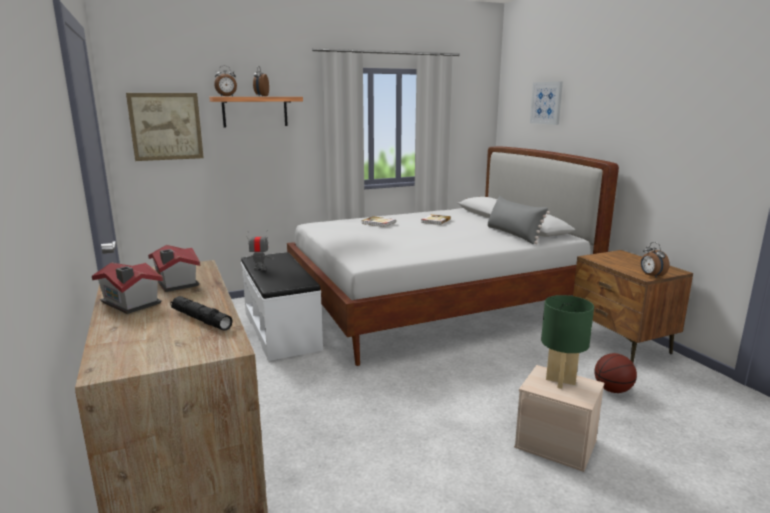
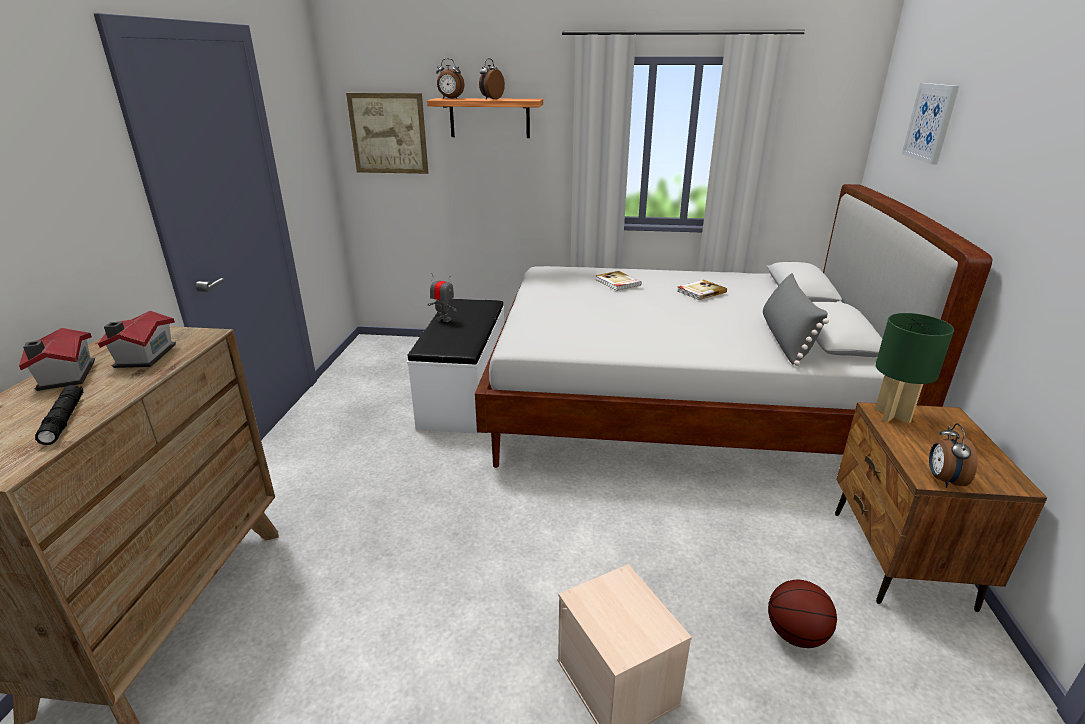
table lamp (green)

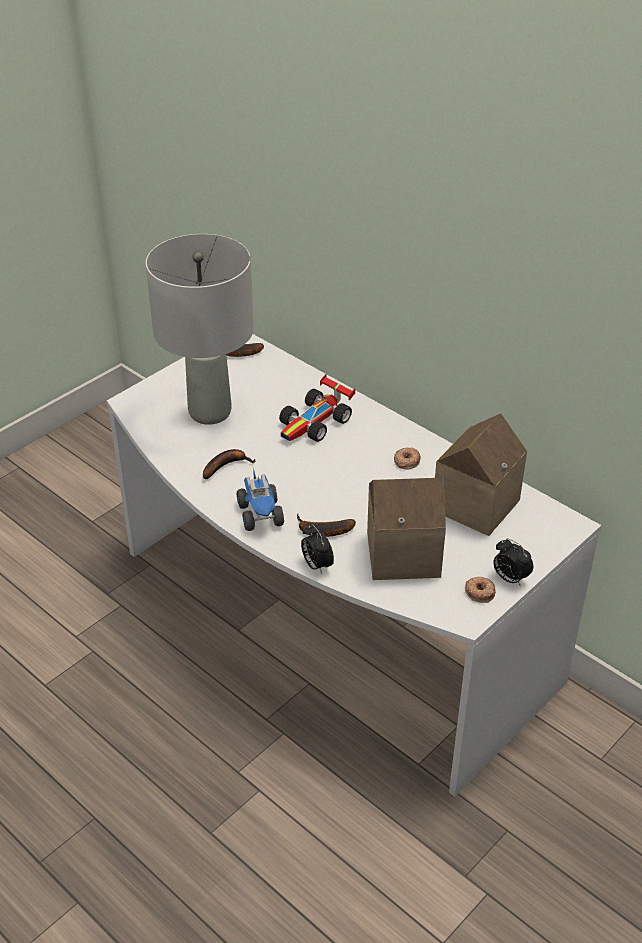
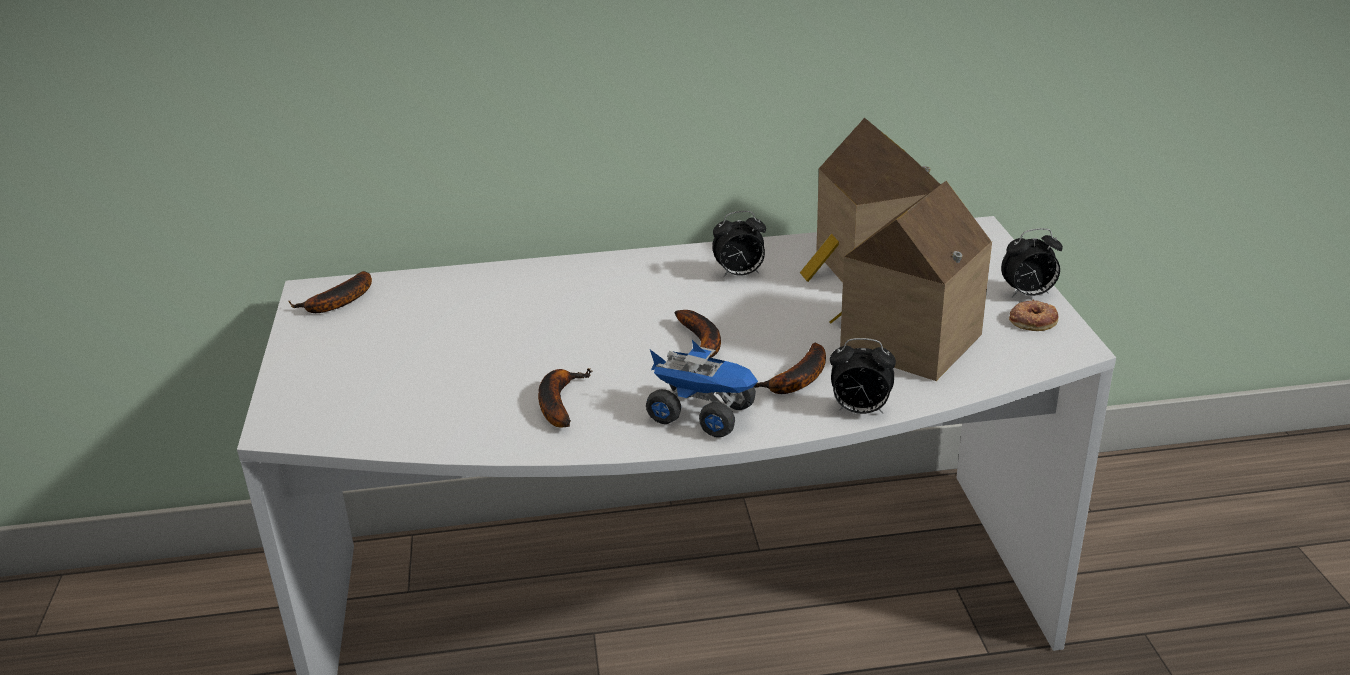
table lamp (grey); toy car; alarm clock (no. 1 from left); banana (no. 3 from left)

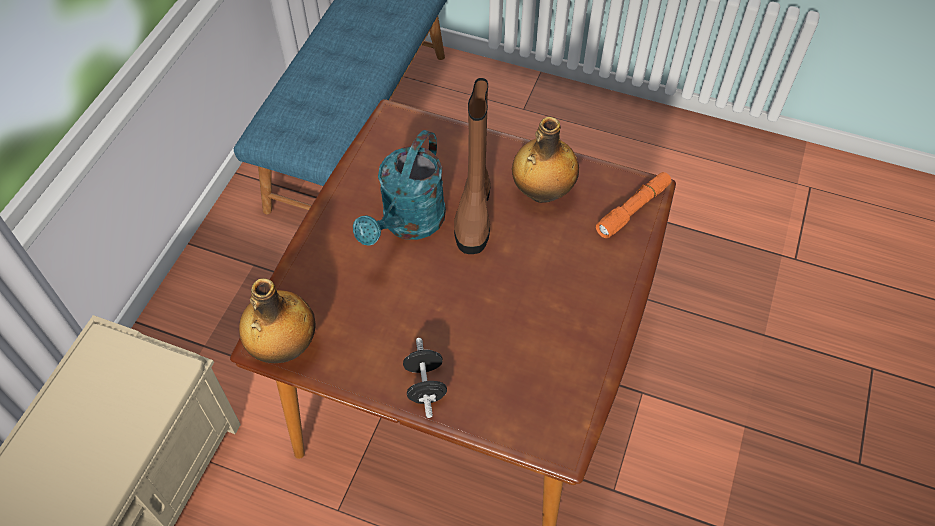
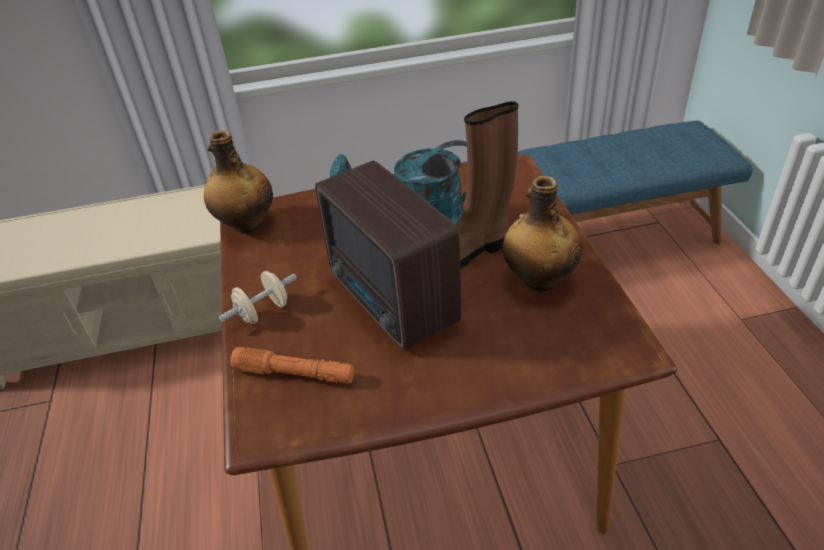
flashlight (orange); dumbbell (beige); radio

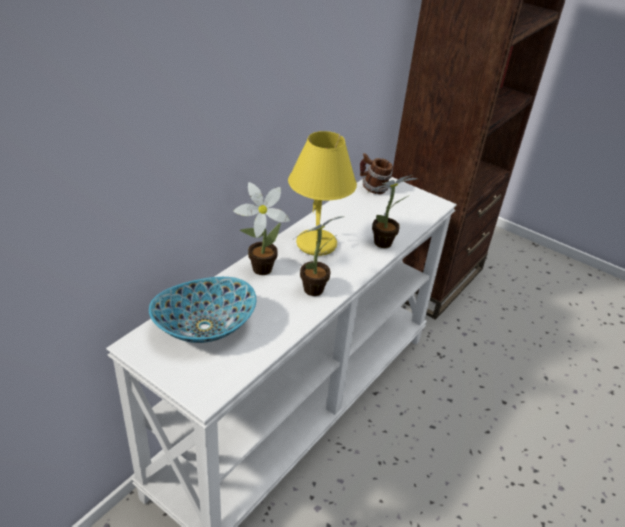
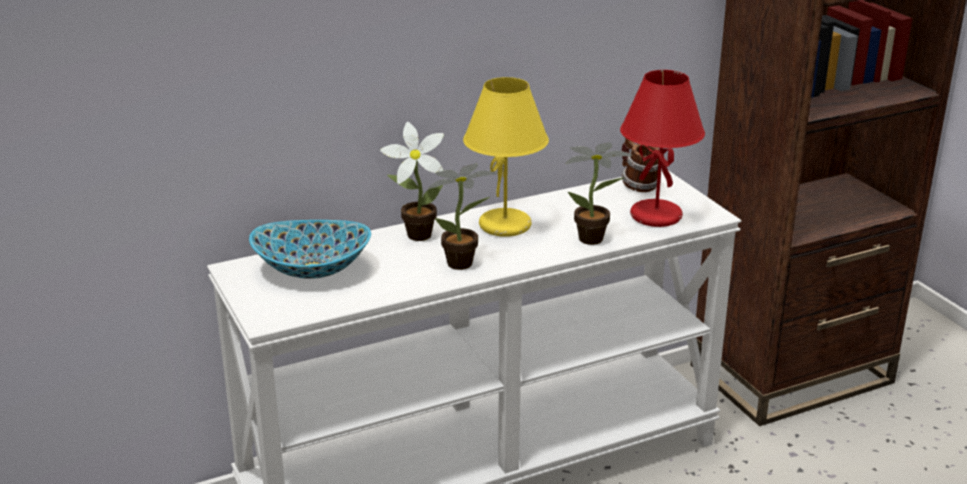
table lamp (red)

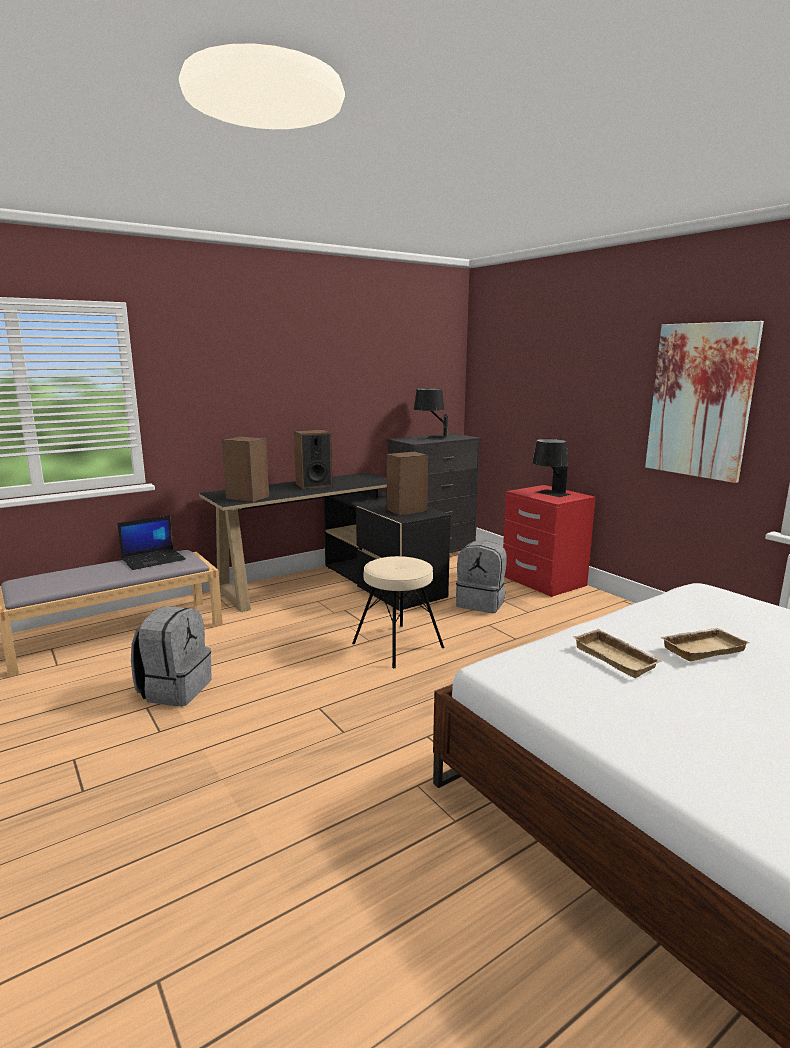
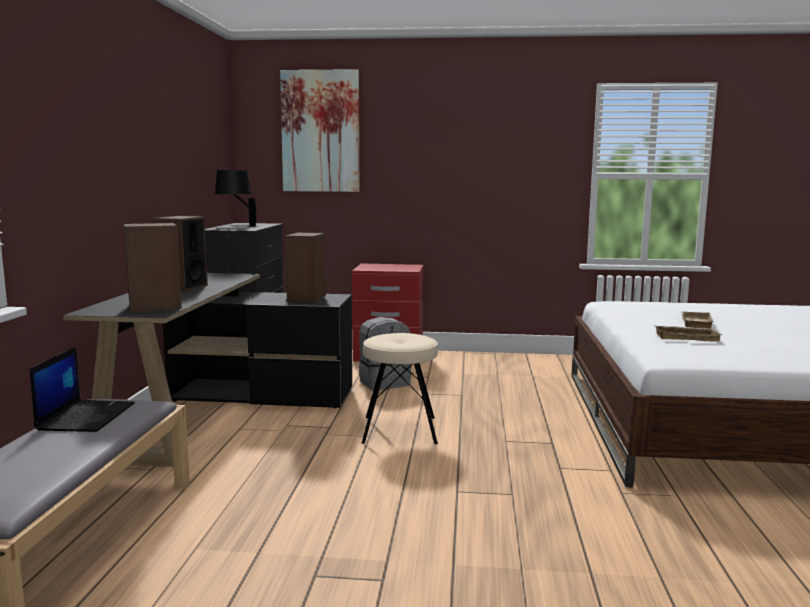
picture; table lamp (black) (no. 2 from left in the first image); backpack (grey) (no. 1 from left in the first image)

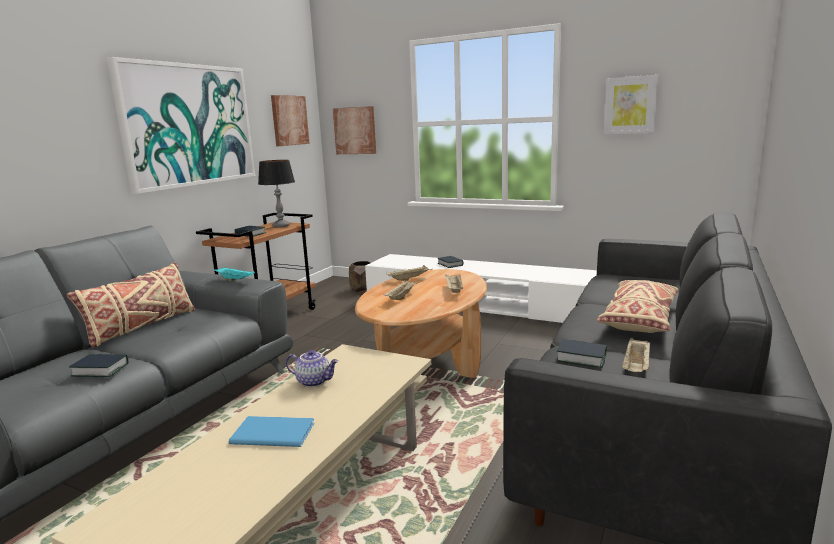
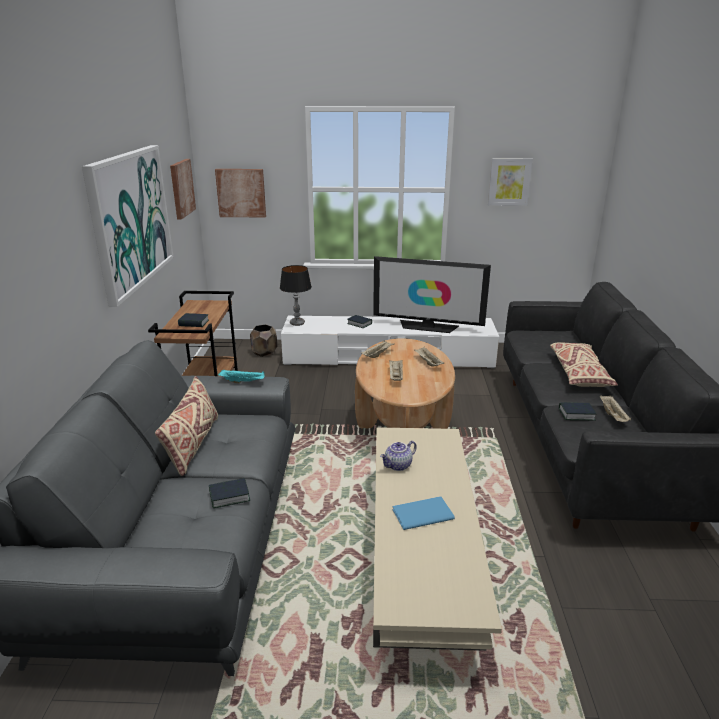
table lamp; teapot; television

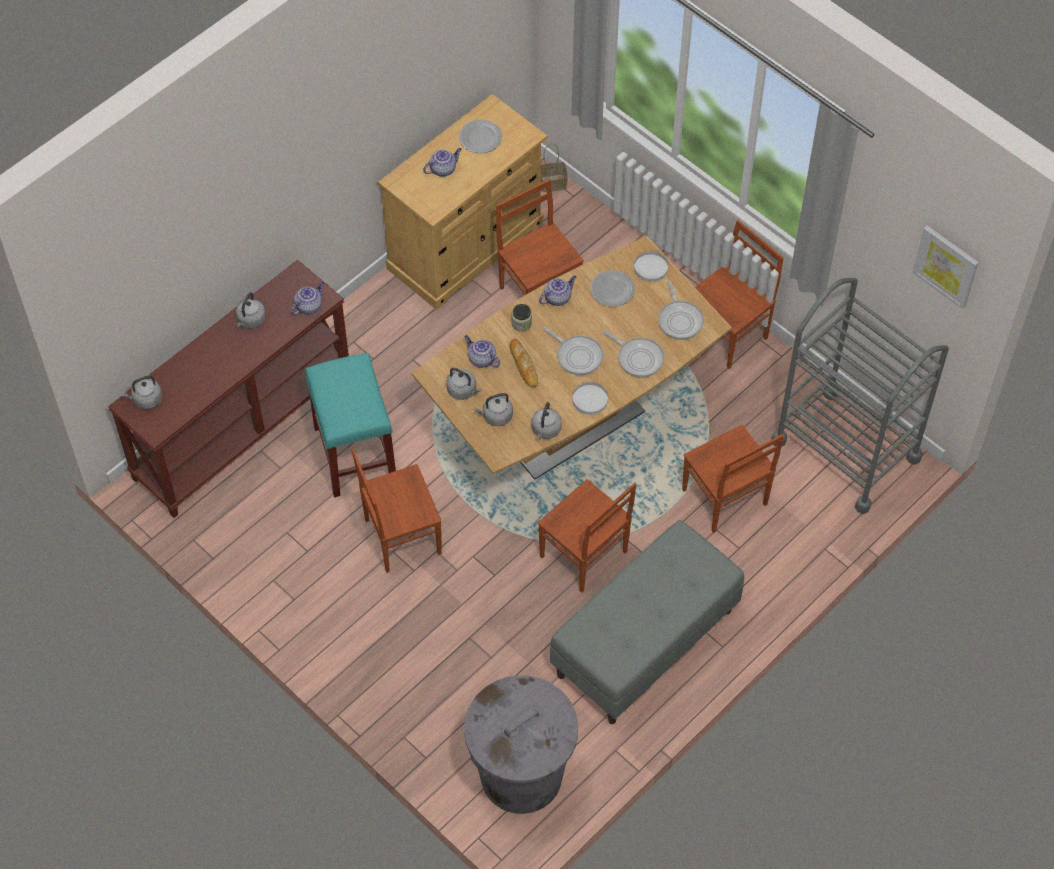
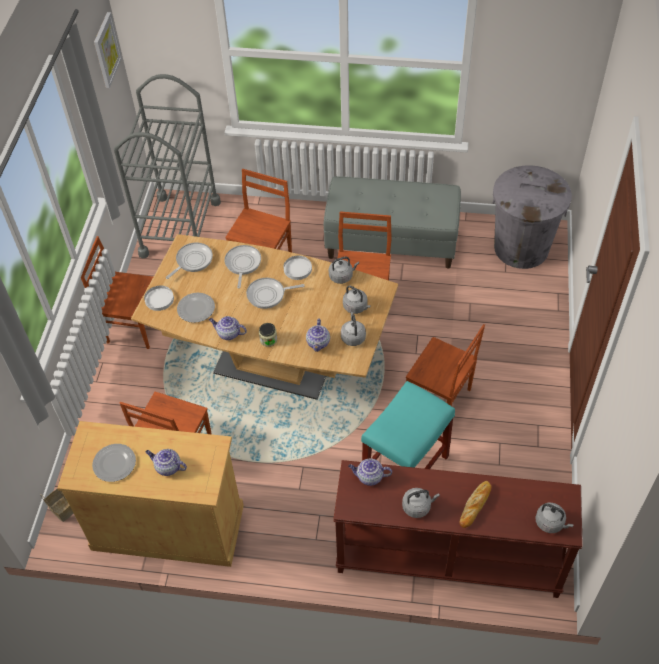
frying pan (no. 3 from left); bread

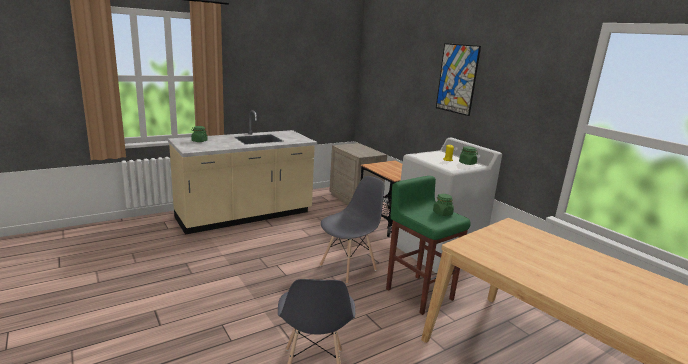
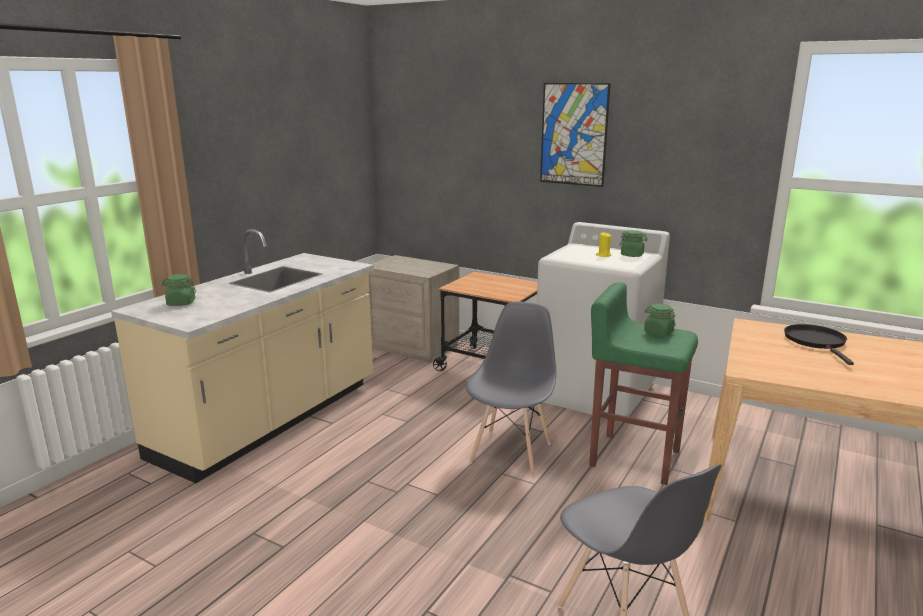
frying pan (black)

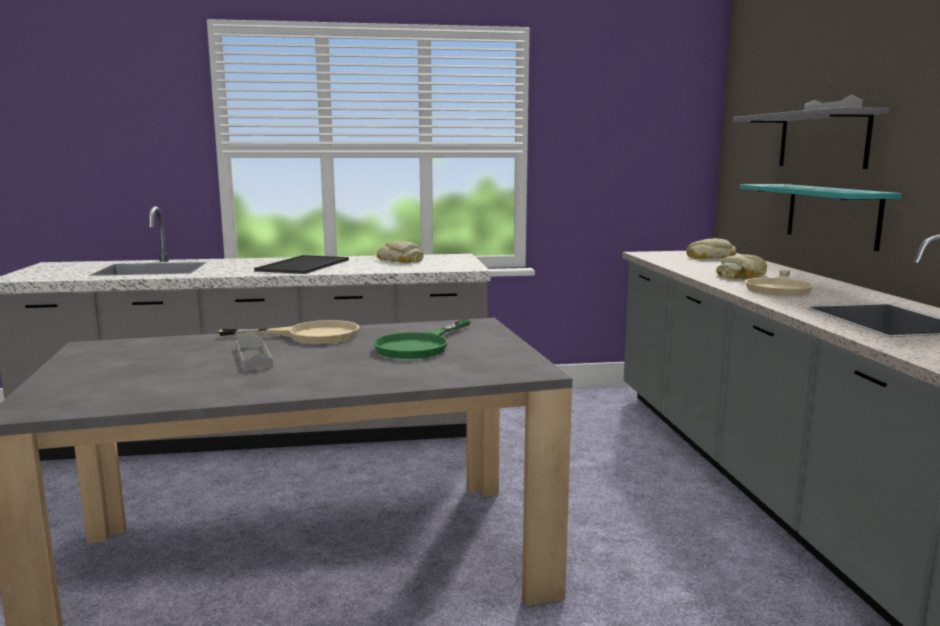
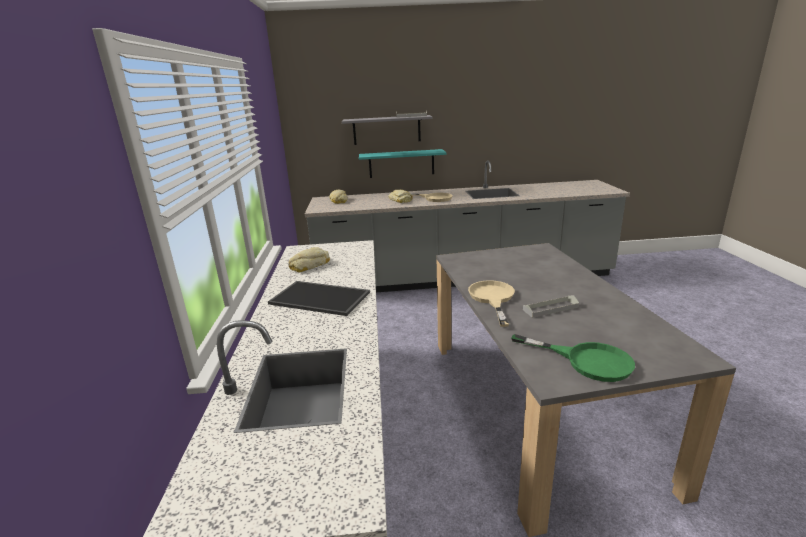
frying pan (green)

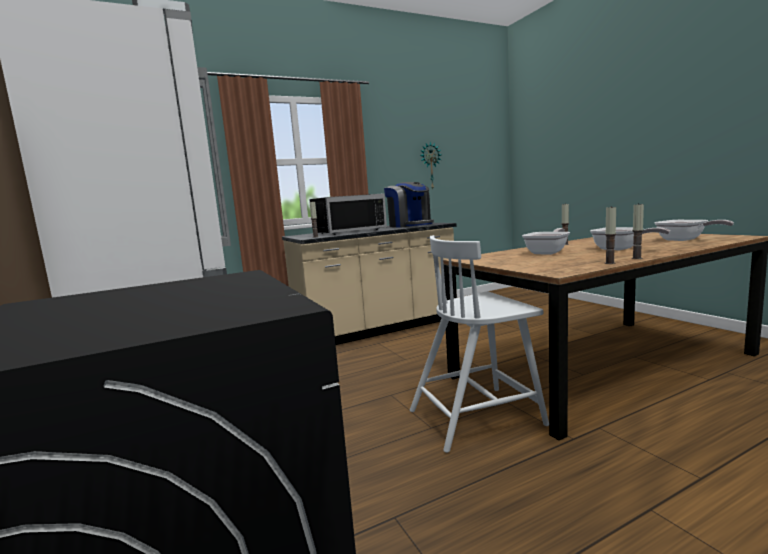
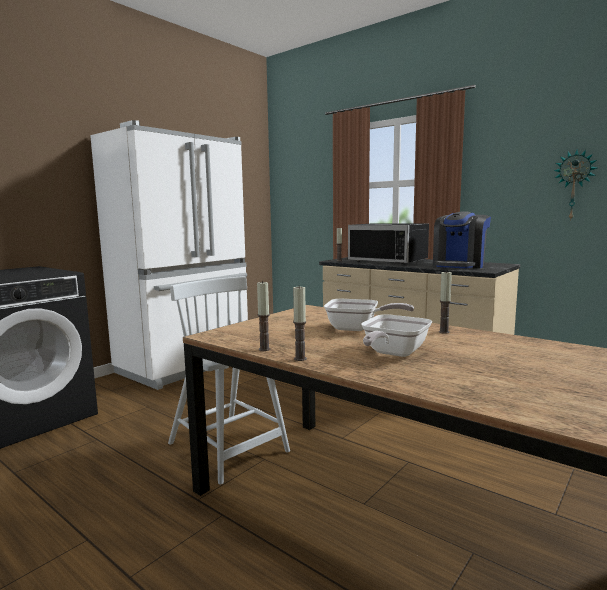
frying pan (no. 3 from left in the first image)

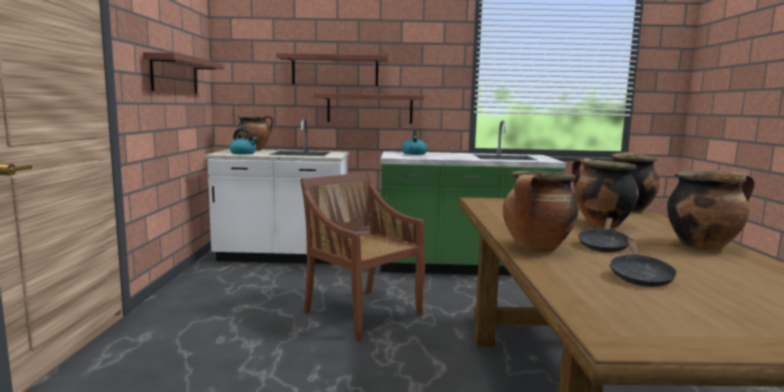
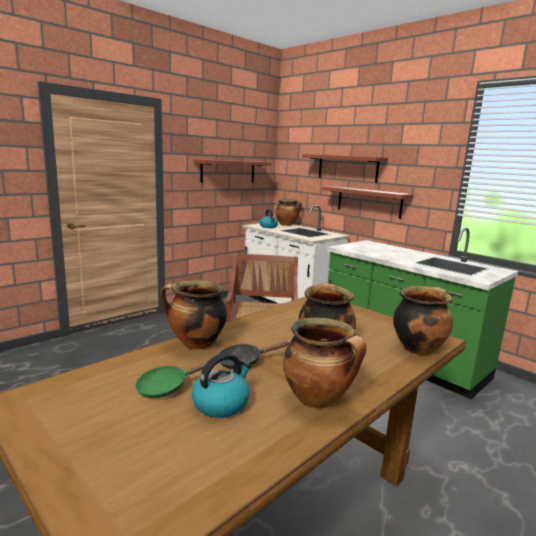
kettle (no. 1 from left); frying pan (green)

